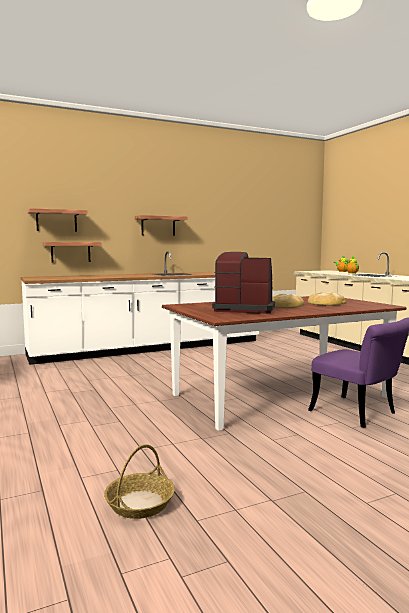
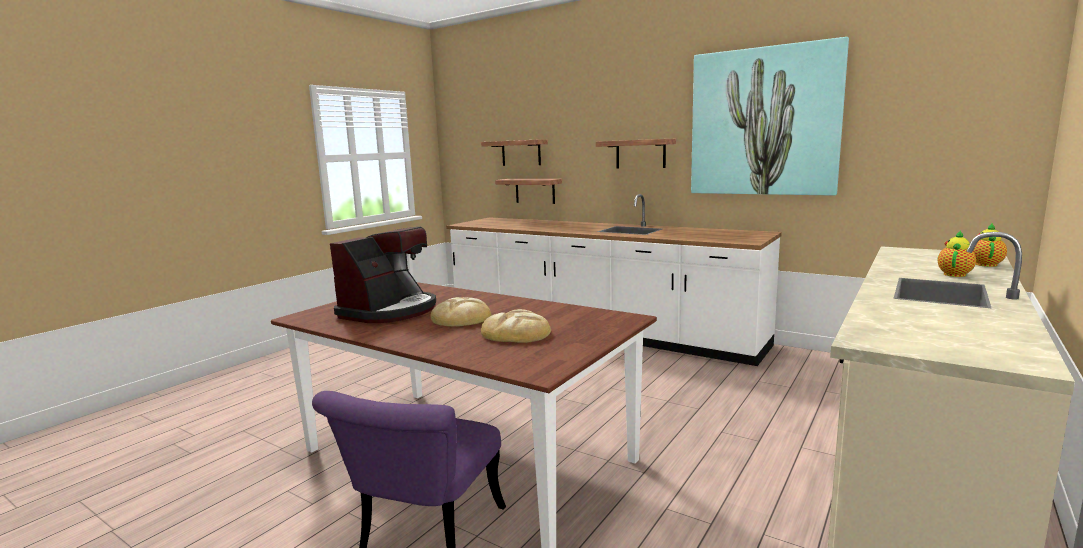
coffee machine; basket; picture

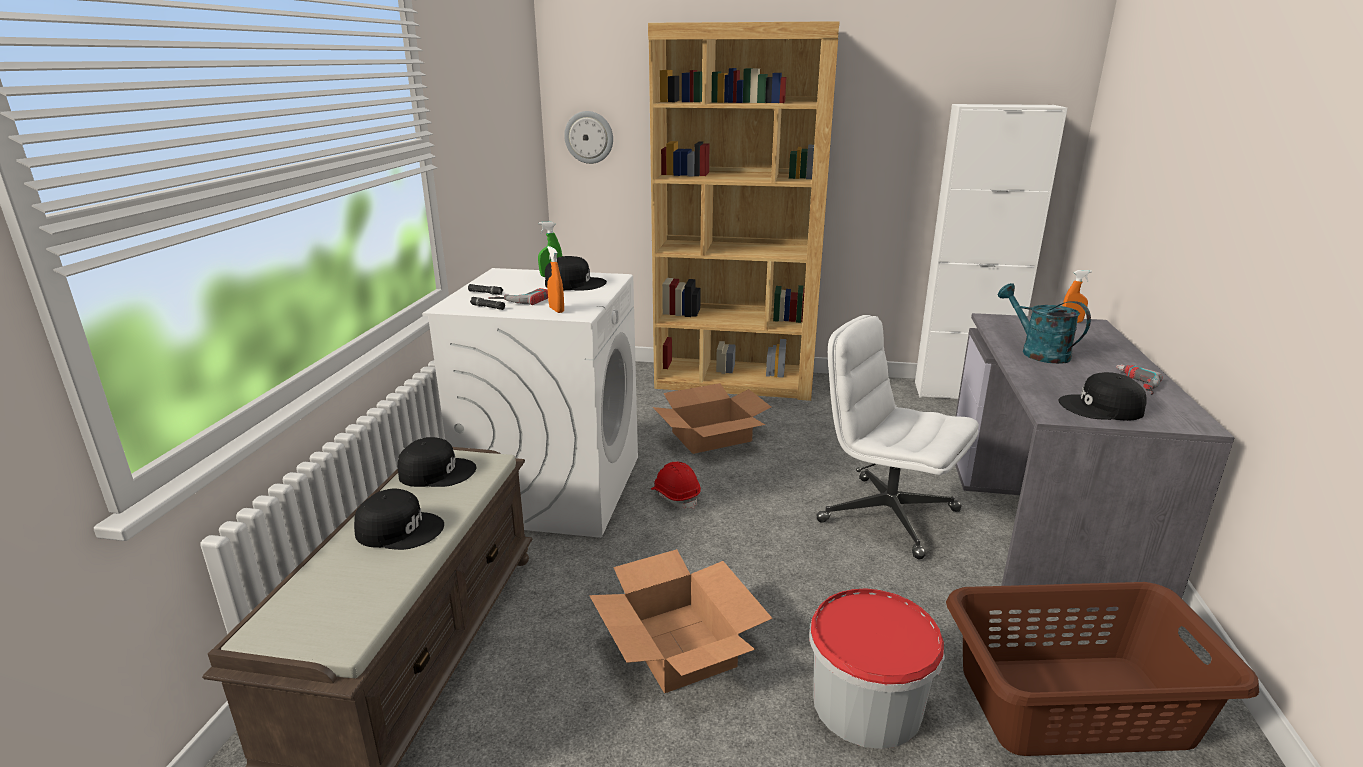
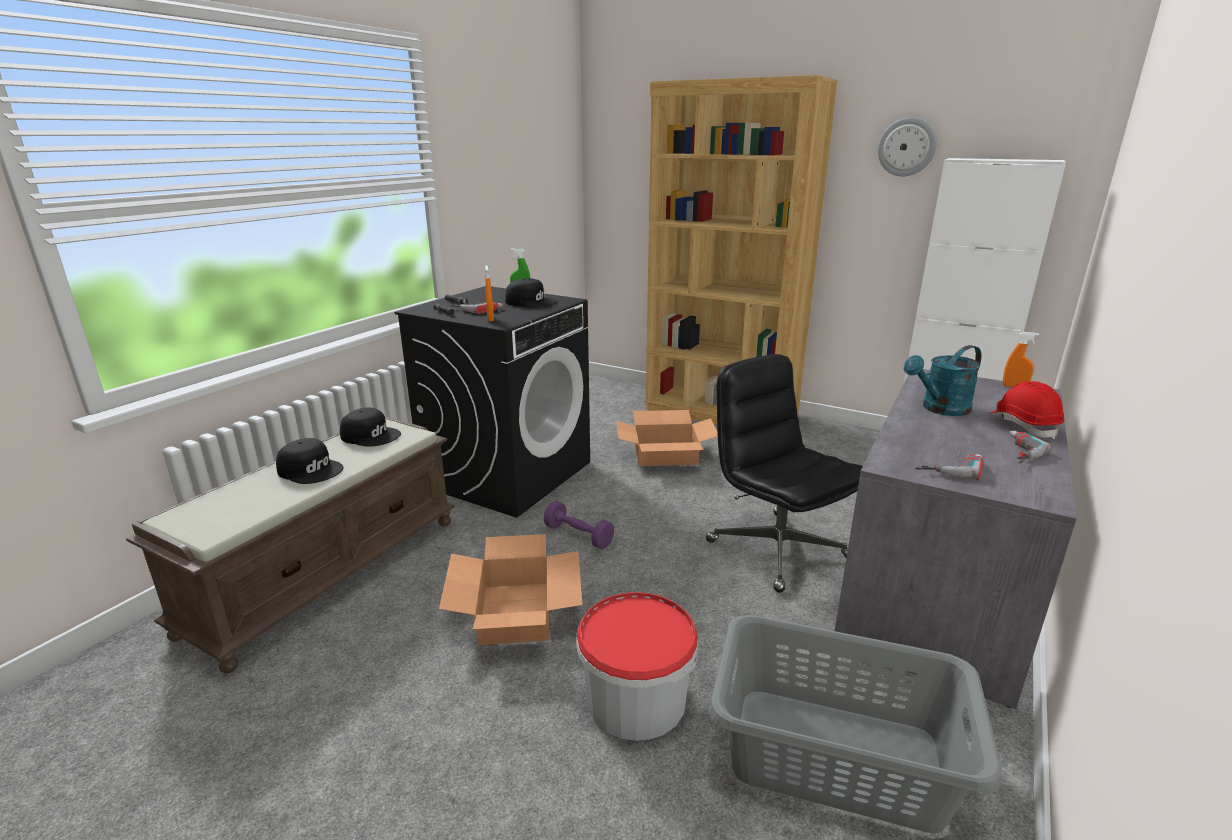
wall clock; washing machine (black); watering can (turquoise); office chair (black); power drill (no. 2 from left); hard hat (red); laundry basket (grey); dumbbell (purple)

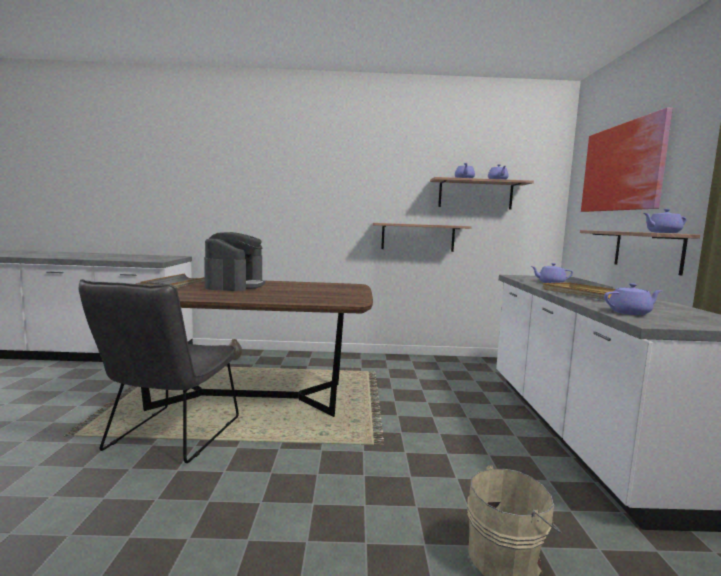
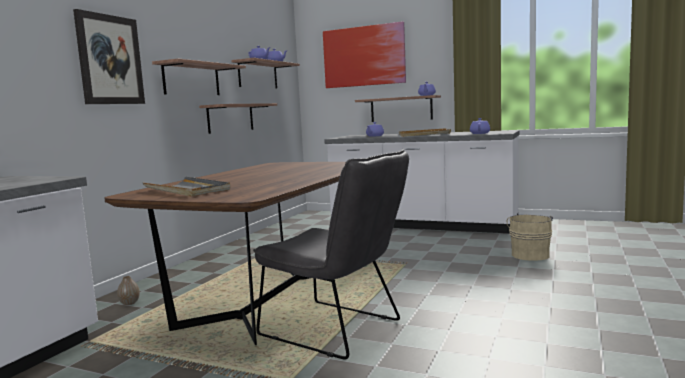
coffee machine; picture (no. 1 from left); shelf (no. 1 from left)

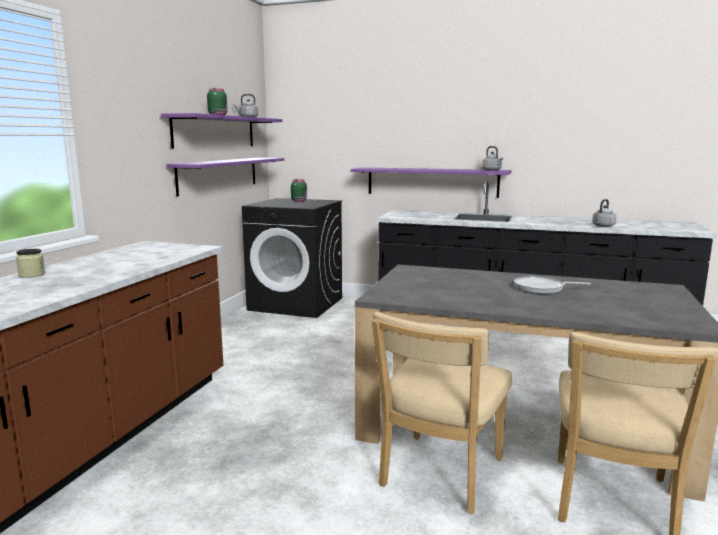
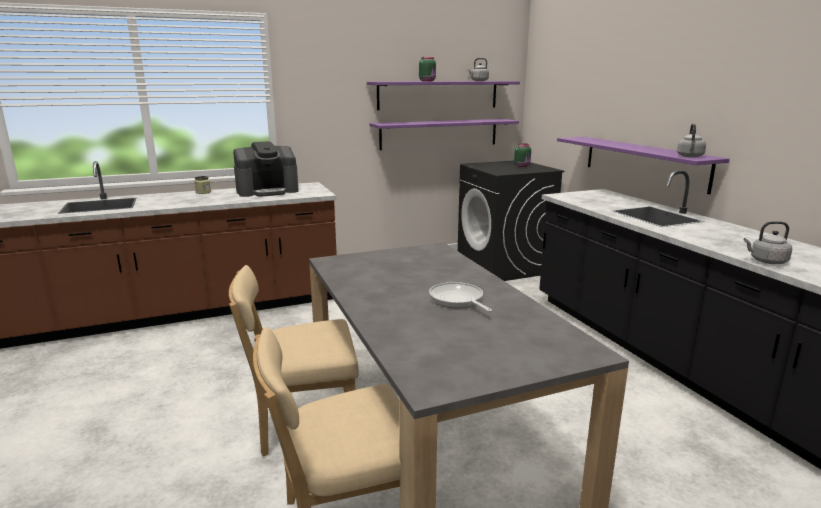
coffee machine

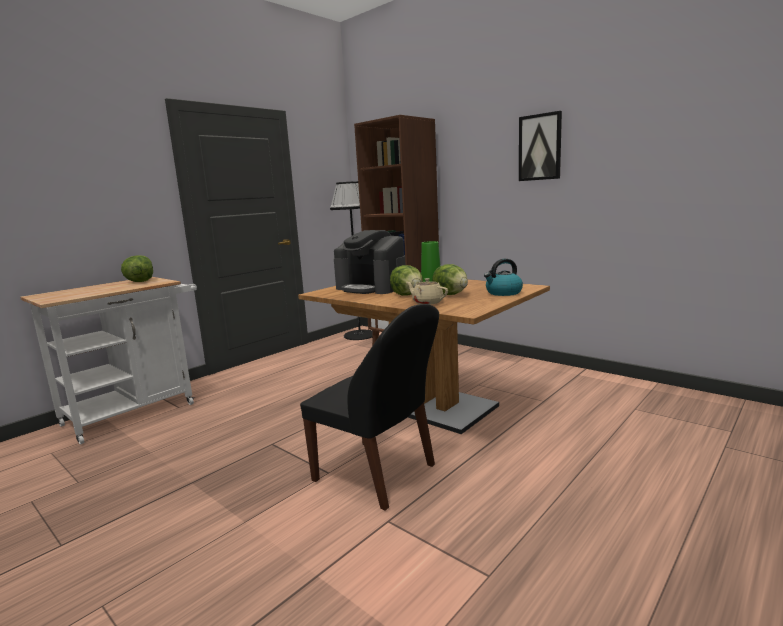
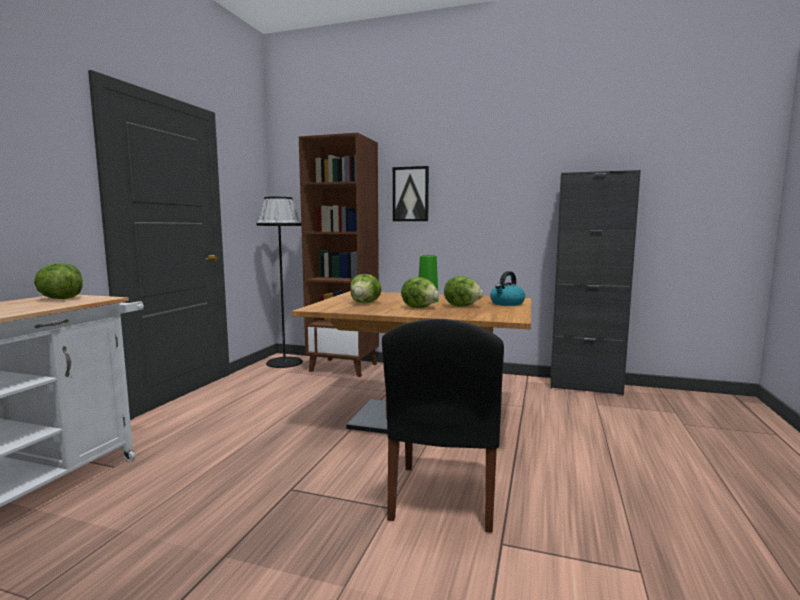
picture; lettuce (no. 2 from left); teapot (beige); chair (black); cabinet (black)

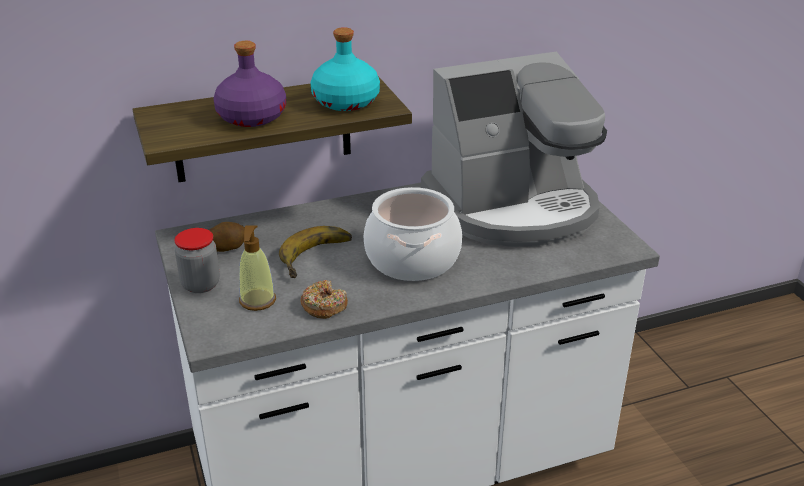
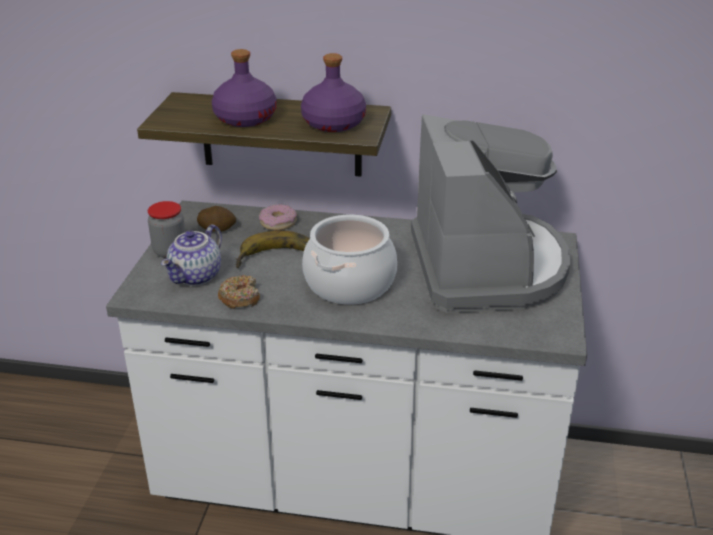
bottle (purple) (no. 2 from left); coffee machine; teapot; donut (no. 2 from left)

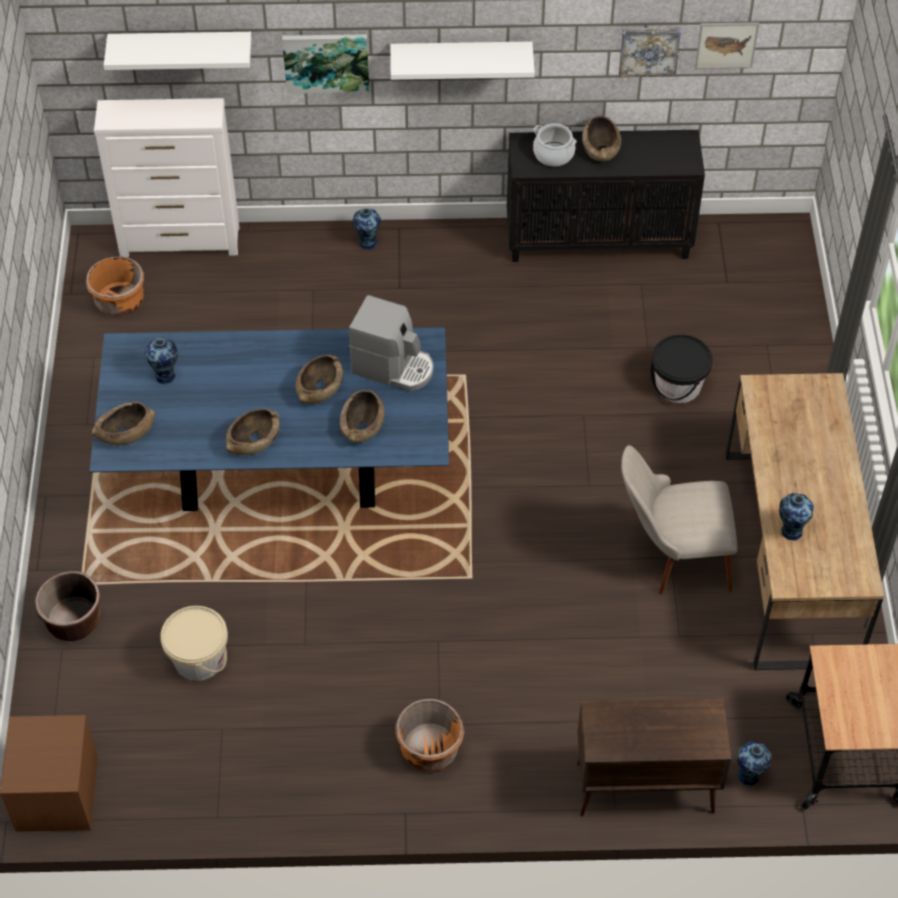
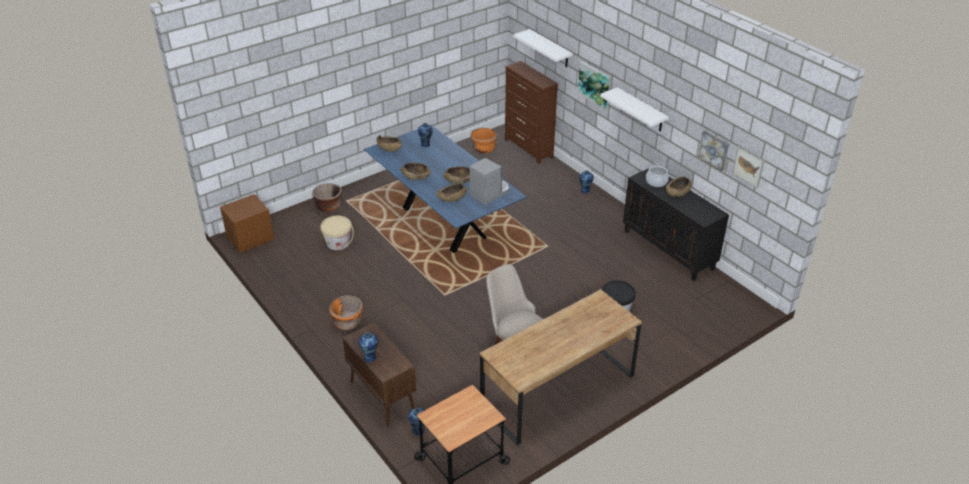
dresser (brown); coffee machine; vase (no. 1 from left)

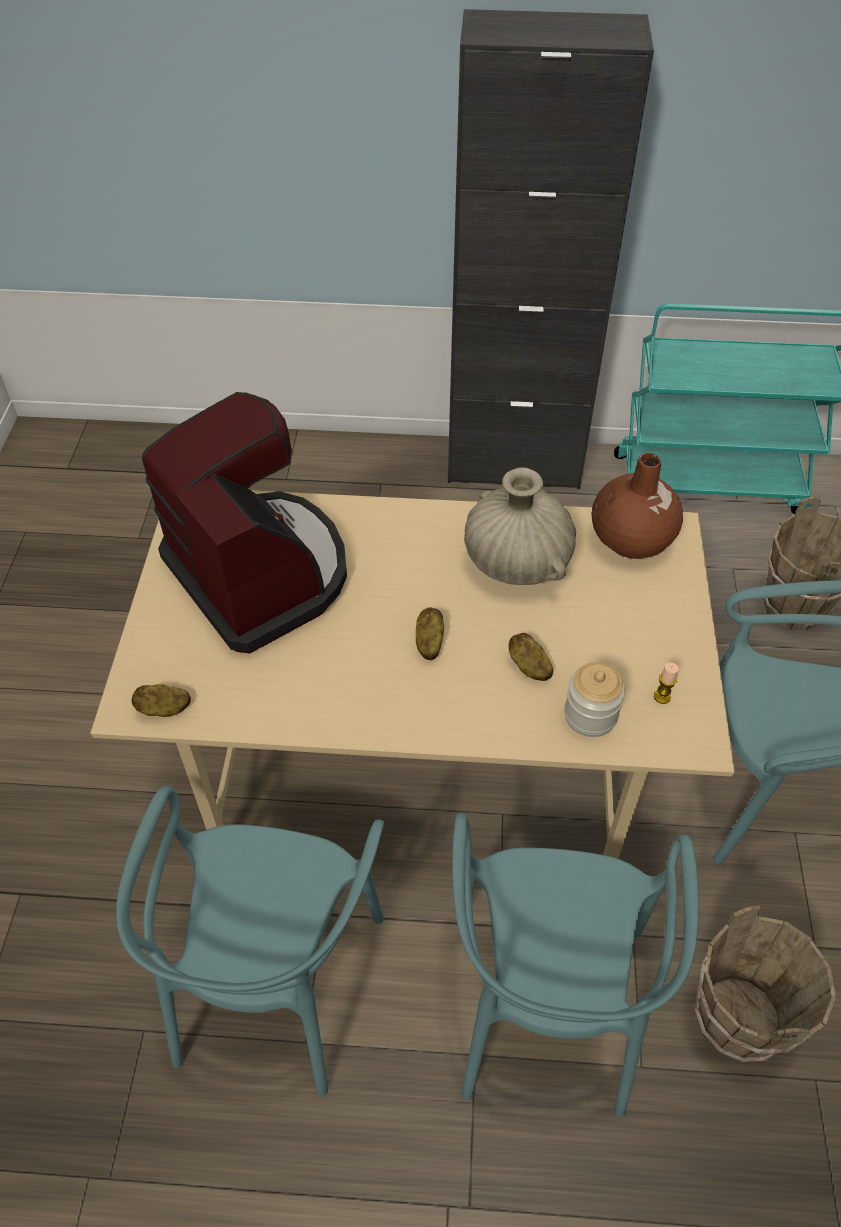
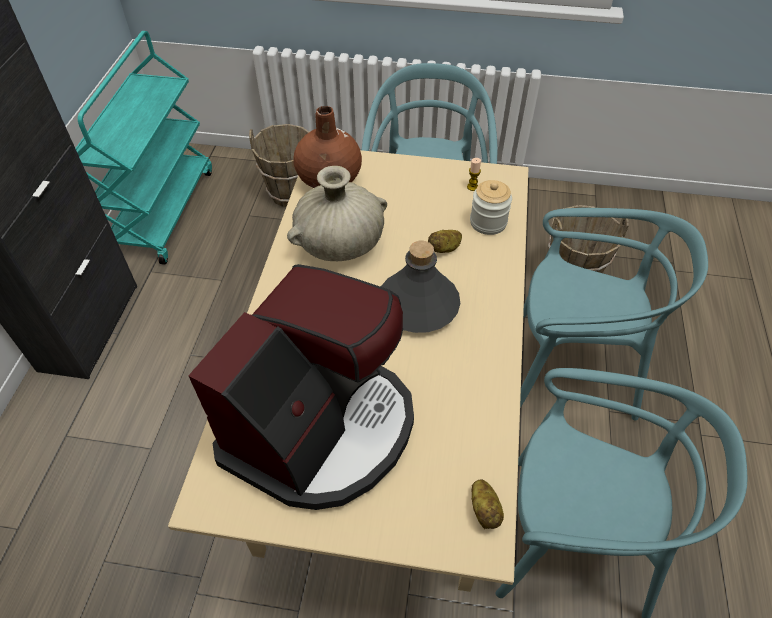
coffee machine; bottle (grey)

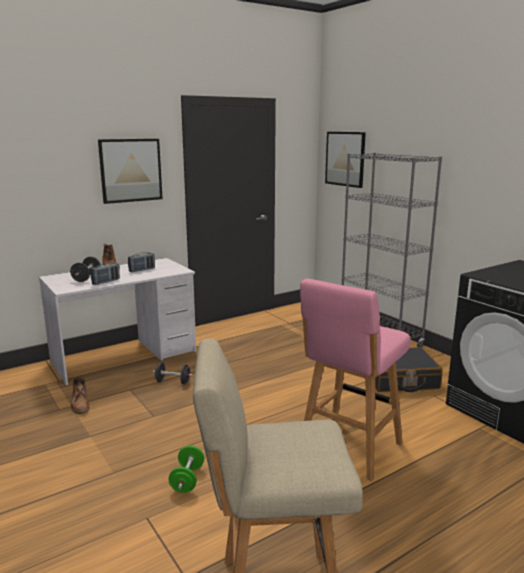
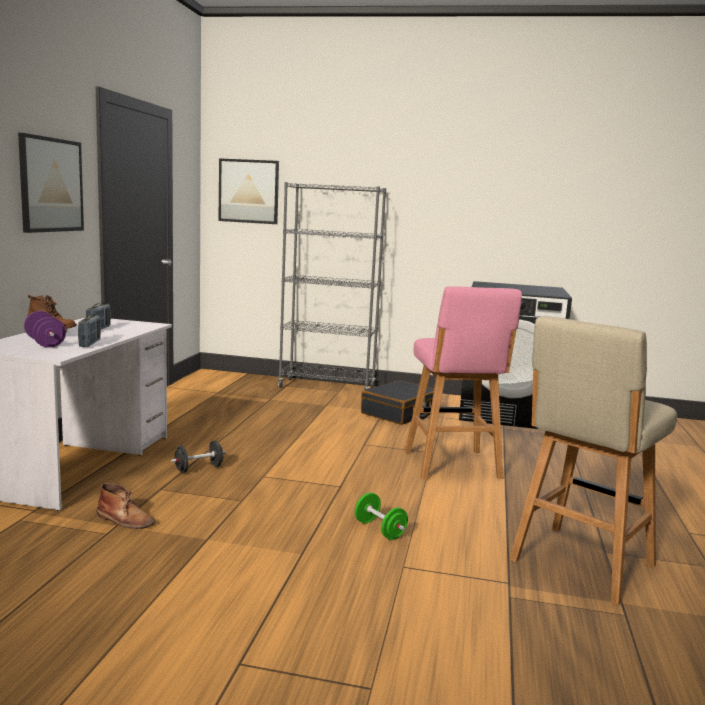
dumbbell (purple)

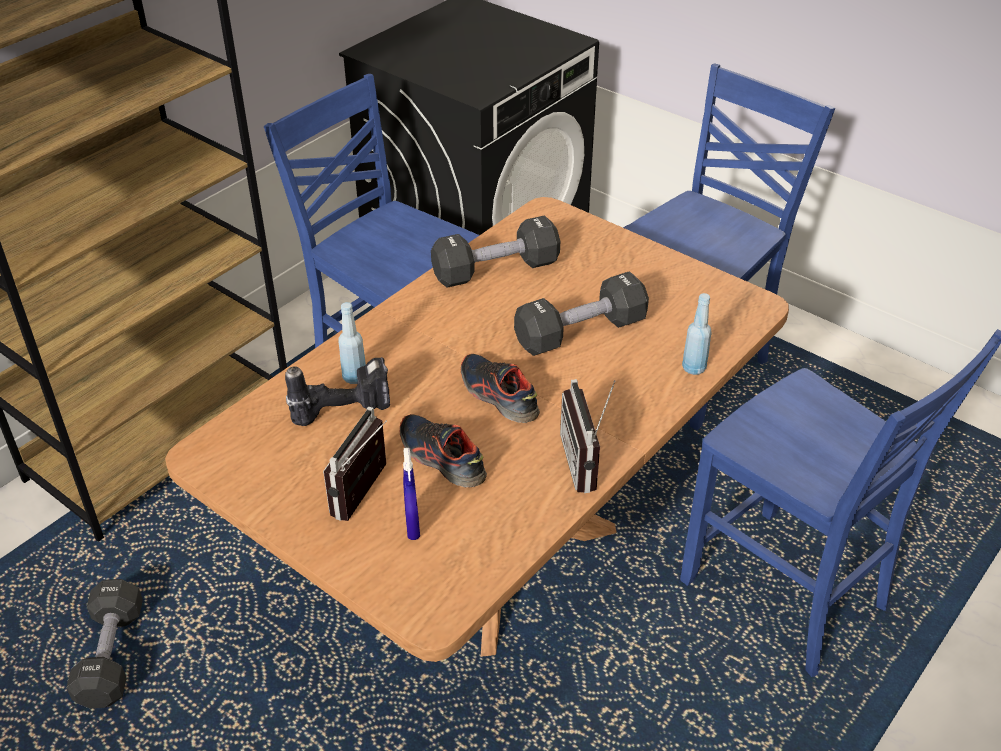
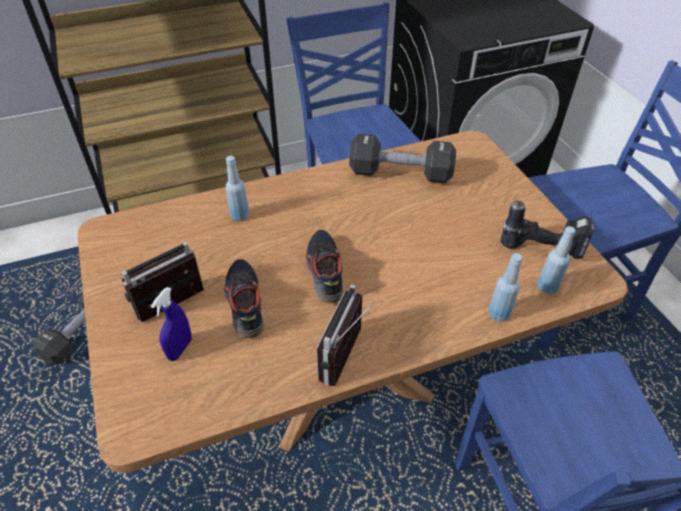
dumbbell (black) (no. 3 from left in the first image); power drill; bottle (blue) (no. 3 from left)

